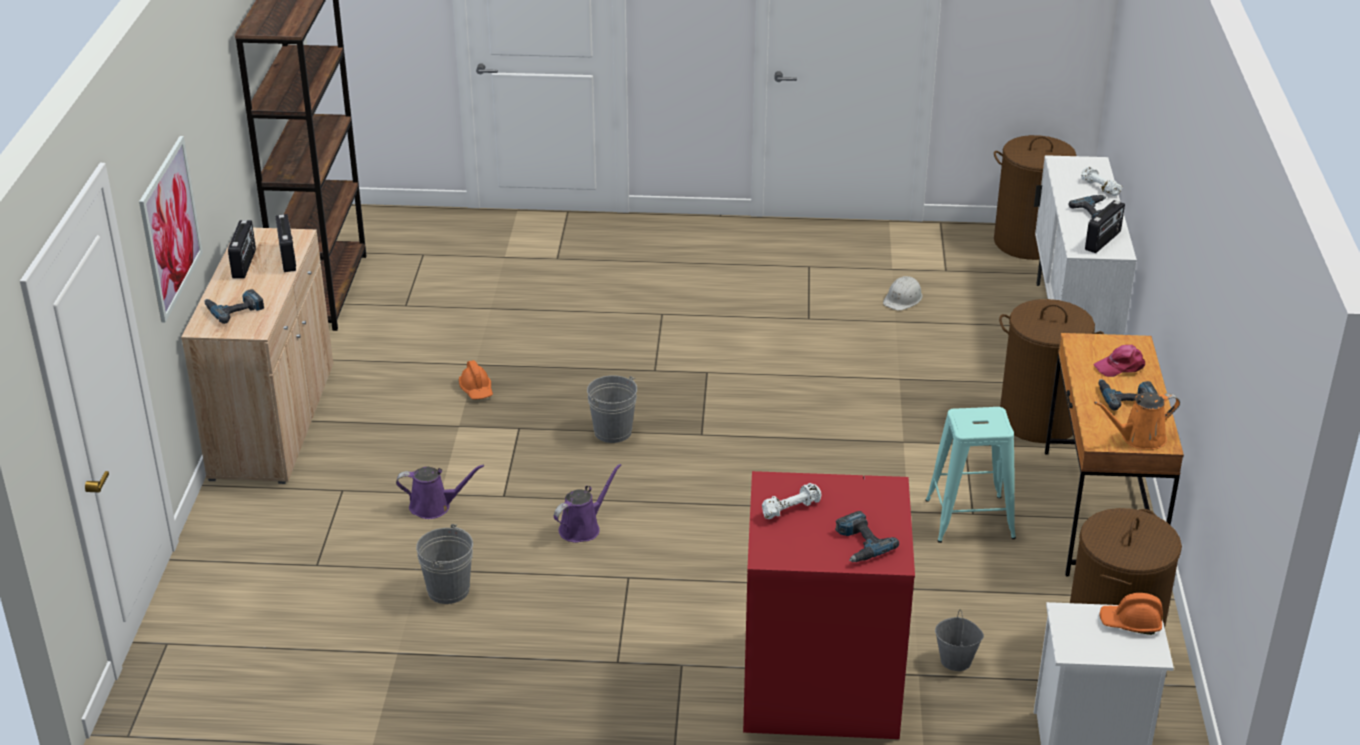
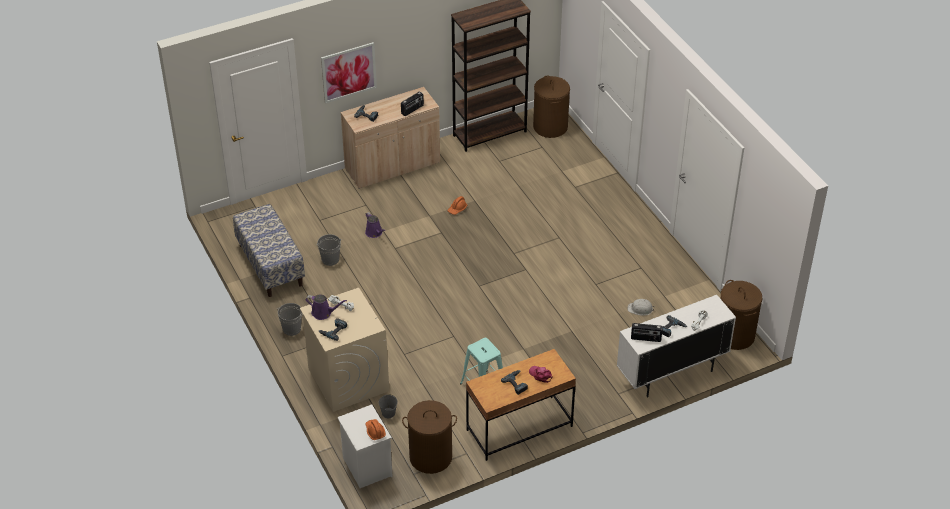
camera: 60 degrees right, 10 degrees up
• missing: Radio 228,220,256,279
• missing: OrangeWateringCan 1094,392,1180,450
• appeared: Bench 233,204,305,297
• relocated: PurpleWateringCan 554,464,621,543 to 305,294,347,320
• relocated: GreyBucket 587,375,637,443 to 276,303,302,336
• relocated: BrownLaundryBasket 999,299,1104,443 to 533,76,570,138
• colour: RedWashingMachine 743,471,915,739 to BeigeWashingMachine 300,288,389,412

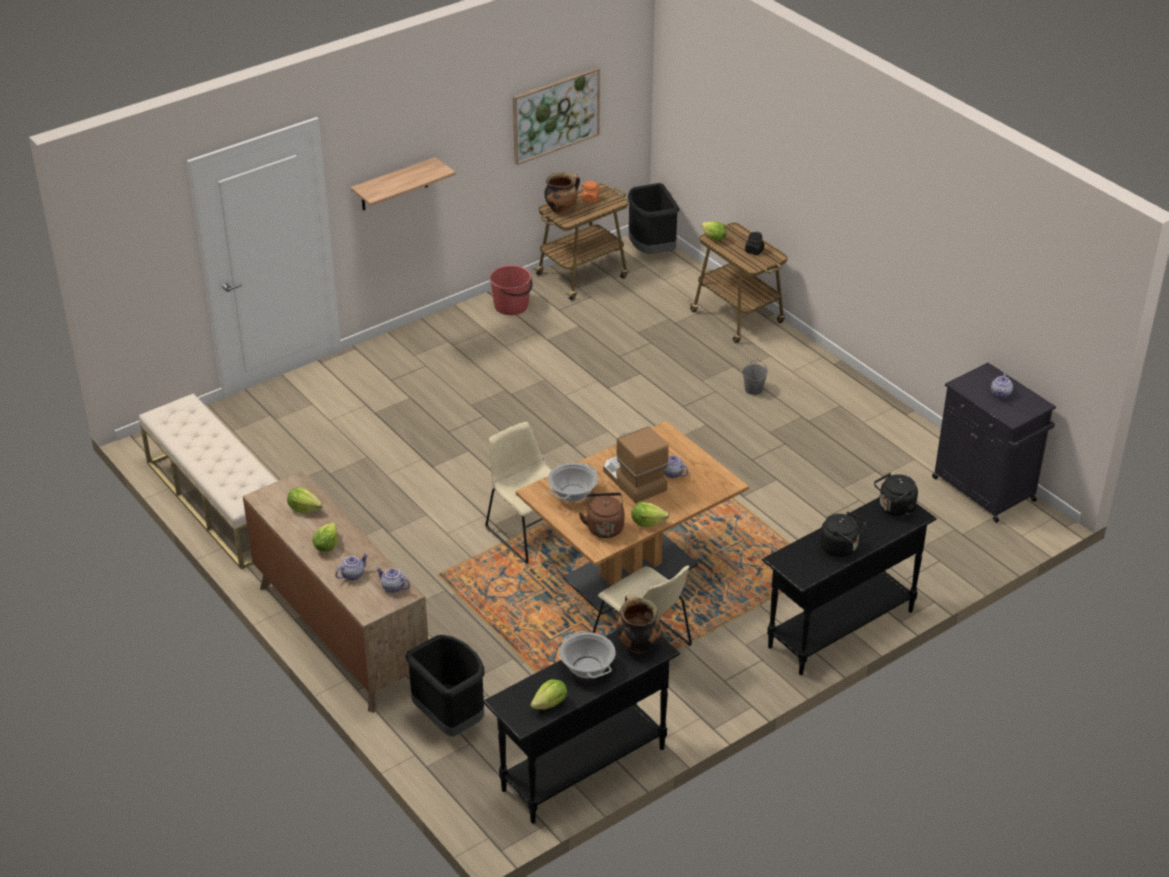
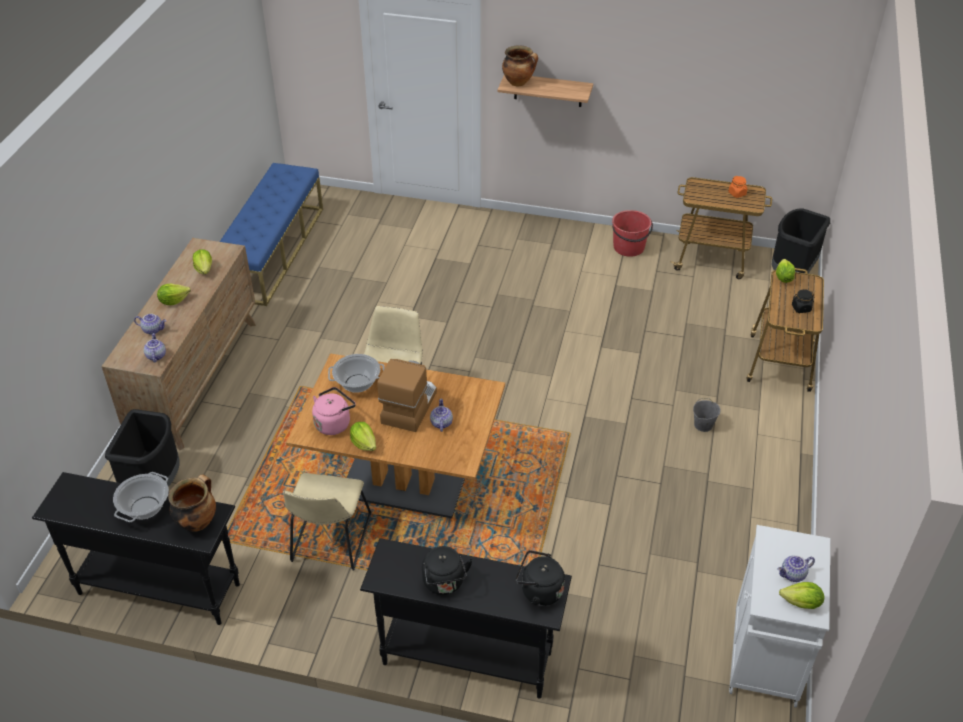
camera: 50 degrees right, 5 degrees up
• missing: Picture 513,67,600,165
• relocated: Lettuce 530,679,567,709 to 779,582,824,609
• relocated: CookingPot 544,172,580,214 to 502,45,538,86
• colour: BeigeBench 139,393,277,570 to BlueBench 220,163,323,306
• colour: BrownKettle 579,493,625,538 to PinkKettle 312,387,356,435
• colour: BlackCabinet 932,362,1056,523 to WhiteCabinet 729,525,830,708

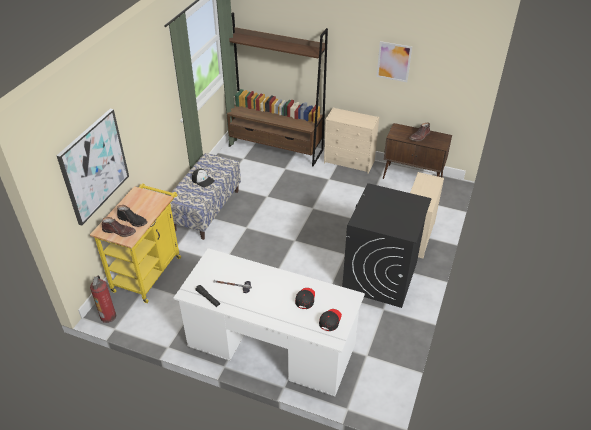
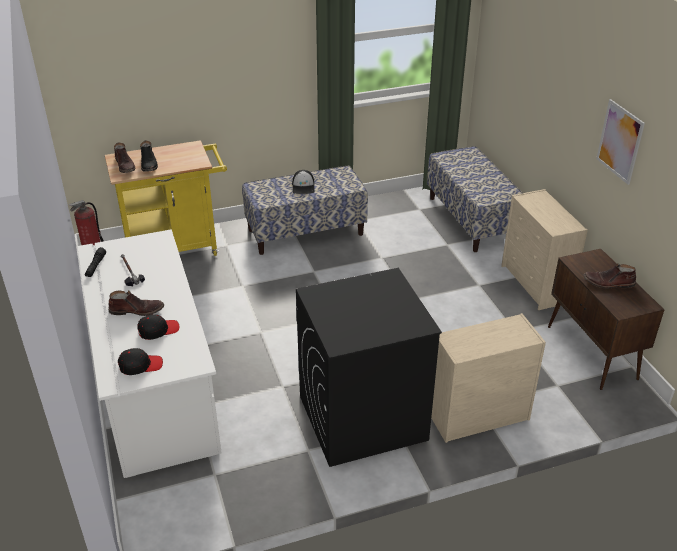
camera: 50 degrees right, 5 degrees down
• missing: Picture 56,108,129,226
• appeared: BrownBoot 109,291,164,316
• exchanged: BrownBookcase 227,12,328,167 to Bench 427,146,523,252

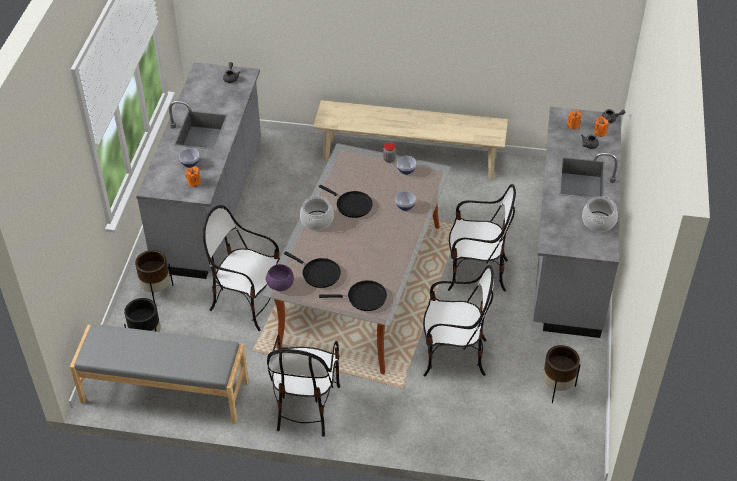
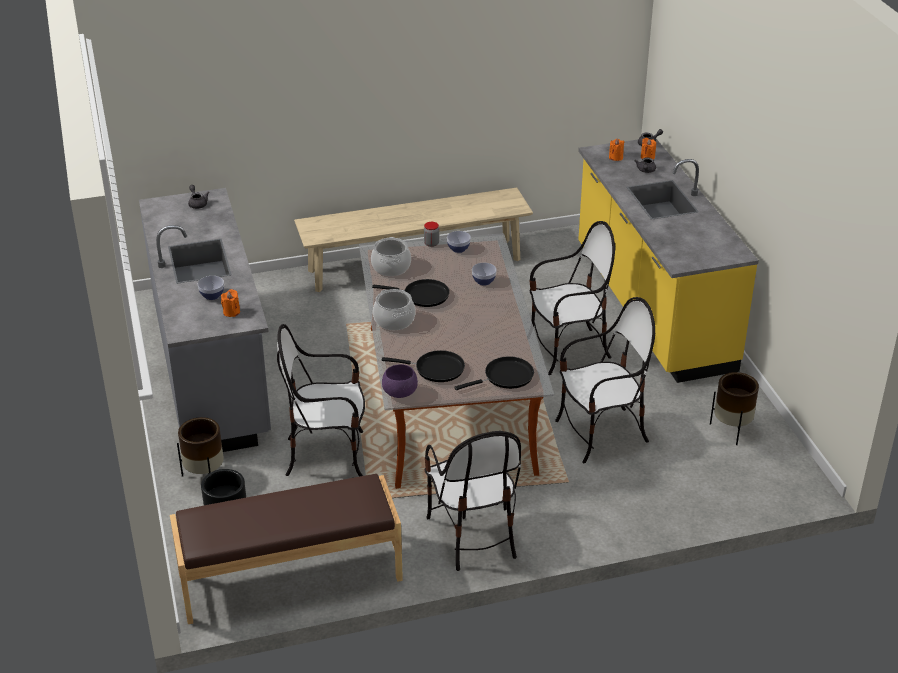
camera: 25 degrees left, 10 degrees down
• relocated: CookingPot 582,196,618,232 to 371,237,411,276
• colour: GreyBench 70,324,248,424 to BrownBench 170,474,403,624
• colour: GreyCounter 533,107,621,338 to YellowCounter 578,139,759,383

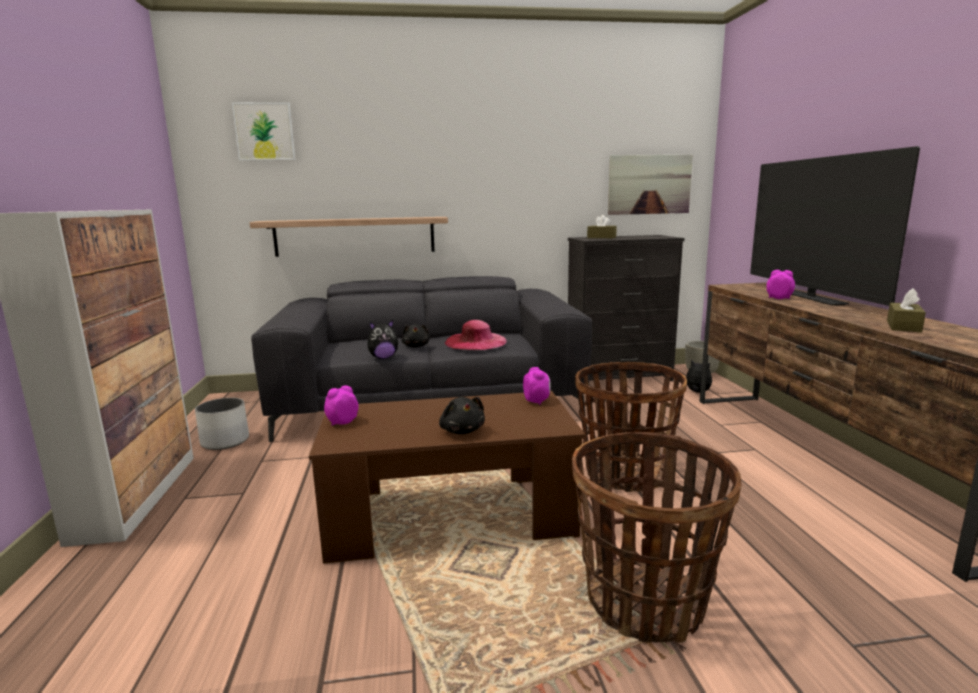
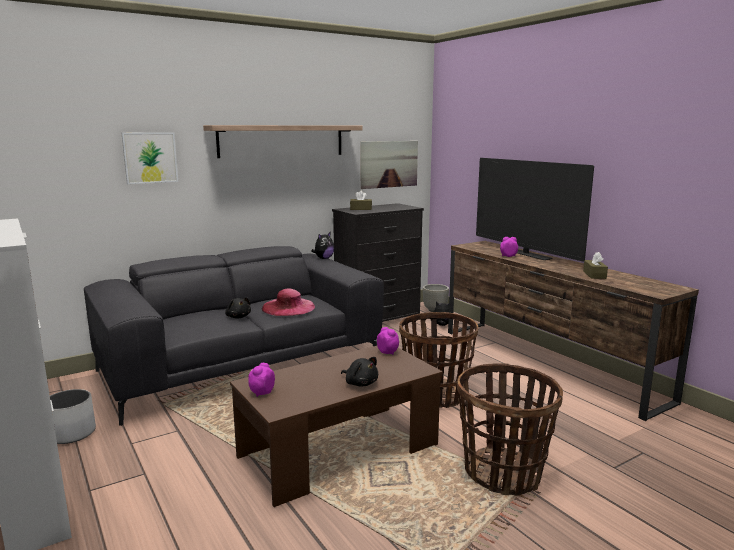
camera: 25 degrees left, 0 degrees up
• relocated: Picture 232,102,296,161 to 122,132,178,184
• relocated: Shelf 250,217,448,257 to 203,125,363,158
• relocated: PlushToy 367,320,399,359 to 311,232,334,259

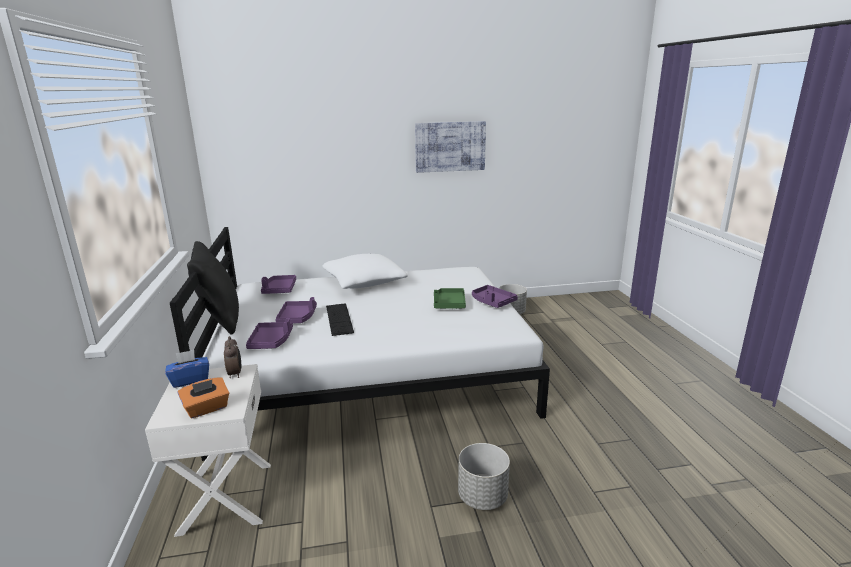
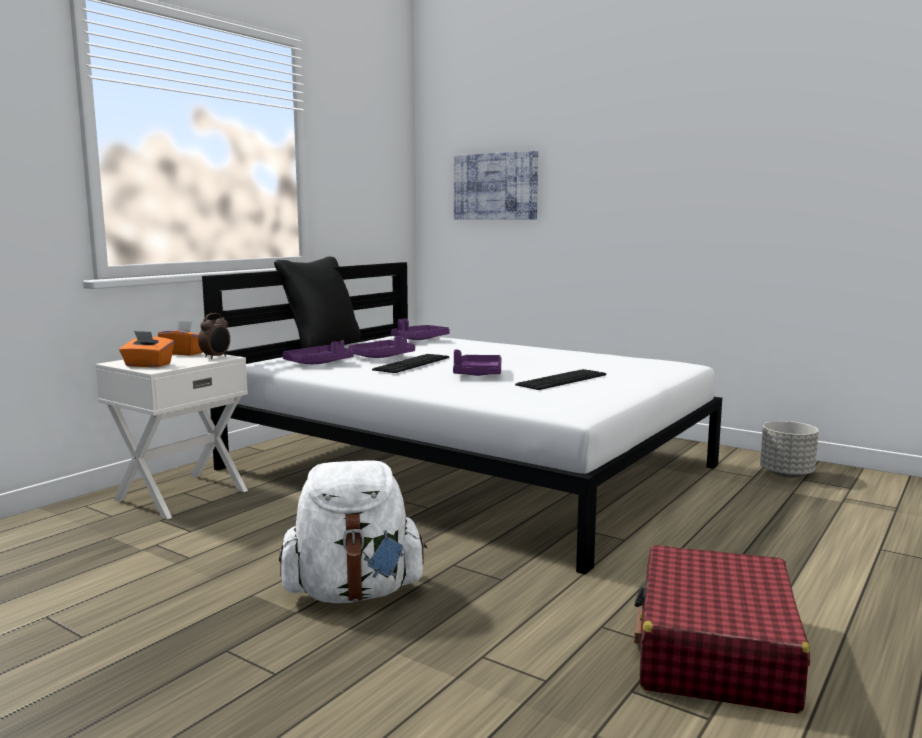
camera: 45 degrees right, 10 degrees down
• missing: WhitePillow 322,254,408,289
• appeared: RedSuitcase 634,545,810,714
• relocated: Picture 415,121,486,173 to 454,151,538,220
• relocated: PurpleTray 472,285,518,308 to 453,350,501,376
• exchanged: GreenTray 434,288,466,309 to Keyboard 515,369,606,390
• exchanged: GreyPlanter 458,443,510,510 to WhiteBackpack 279,460,427,603
• colour: BlueTissueBox 165,350,209,388 to OrangeTissueBox 158,321,203,356

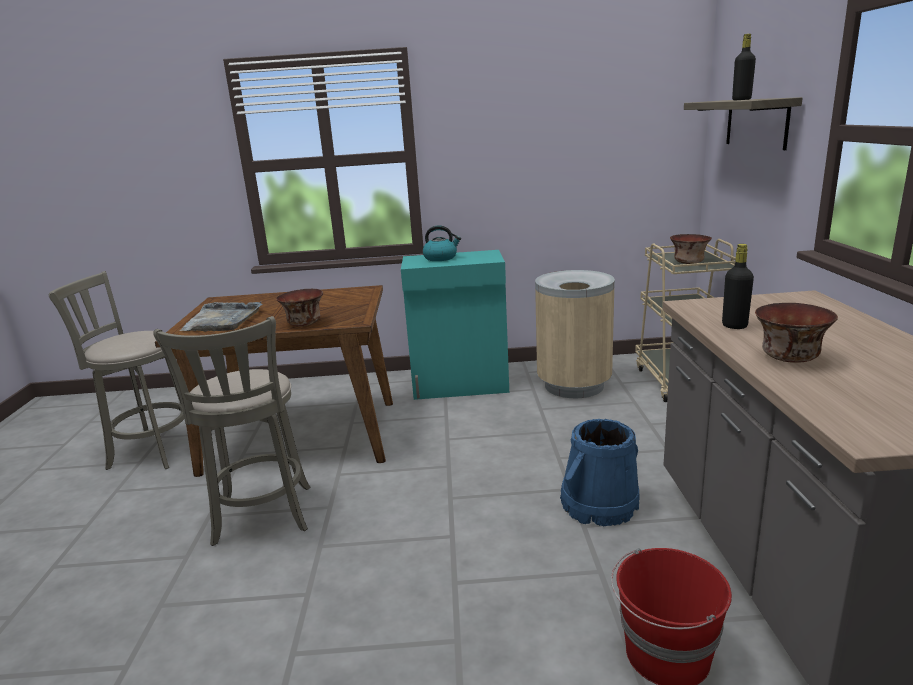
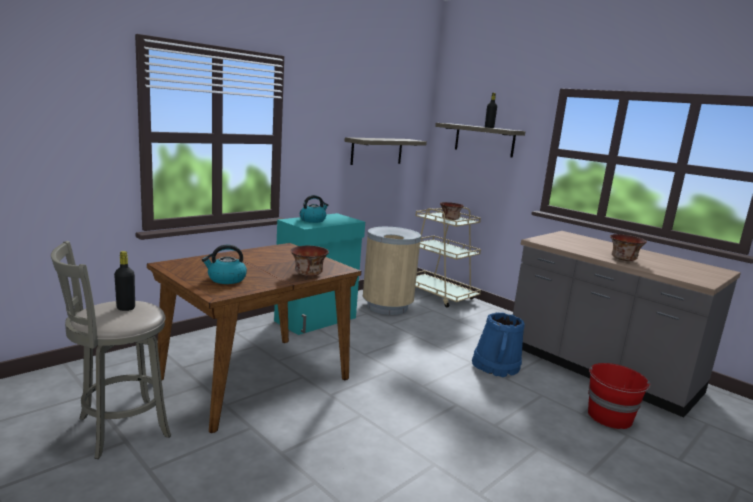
camera: 45 degrees left, 5 degrees down
• missing: GreyStool 153,316,311,546
• appeared: Shelf 344,137,427,165
• relocated: BlackBottle 722,244,754,329 to 114,251,135,311
• exchanged: GreyTray 179,302,262,332 to Kettle 202,244,247,284

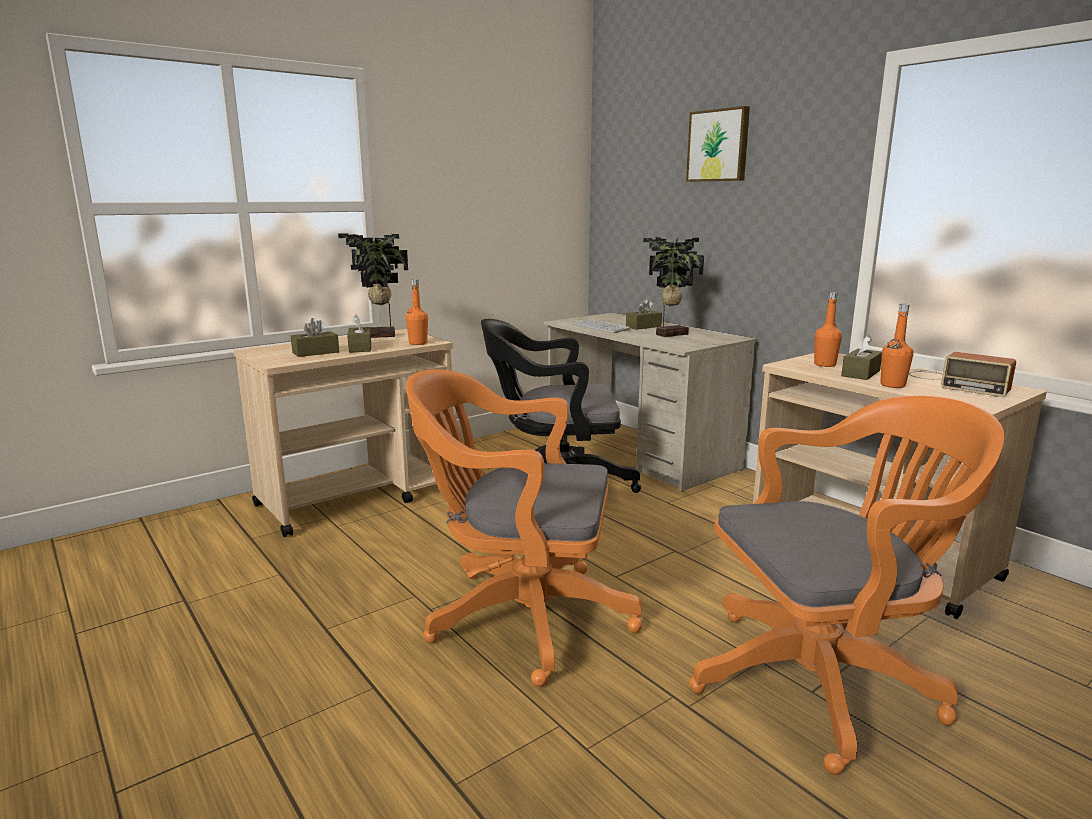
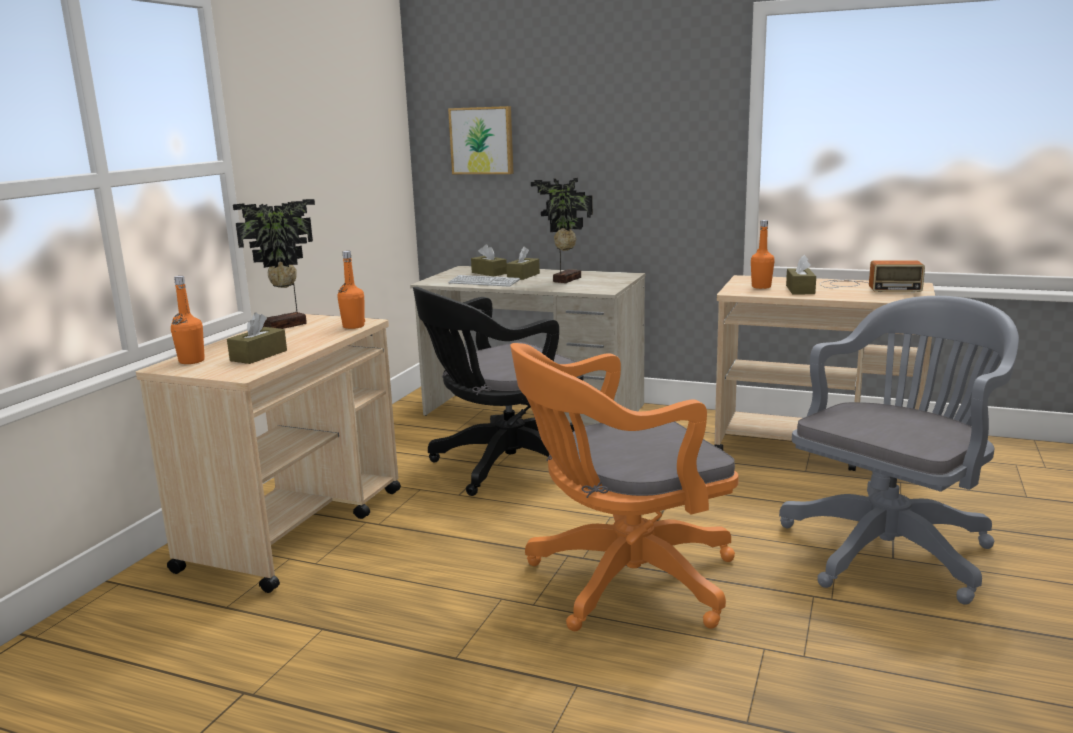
camera: 30 degrees left, 0 degrees up
• relocated: BrownTissueBox 347,314,371,353 to 471,244,507,277
• relocated: Picture 686,106,750,182 to 448,106,514,174
• relocated: OrangeBottle 880,304,914,388 to 171,276,205,364
• colour: OrangeOfficeChair 689,396,1005,775 to GreyOfficeChair 779,296,1019,605

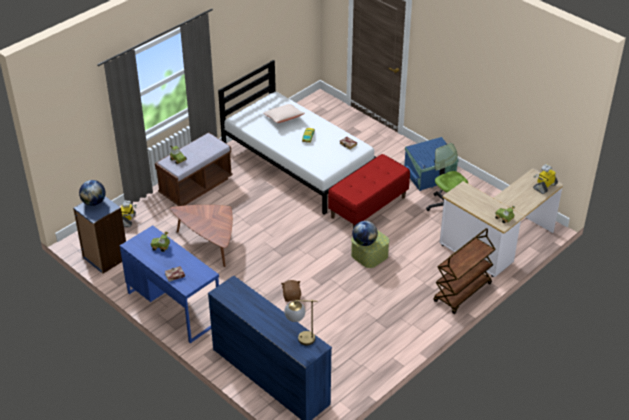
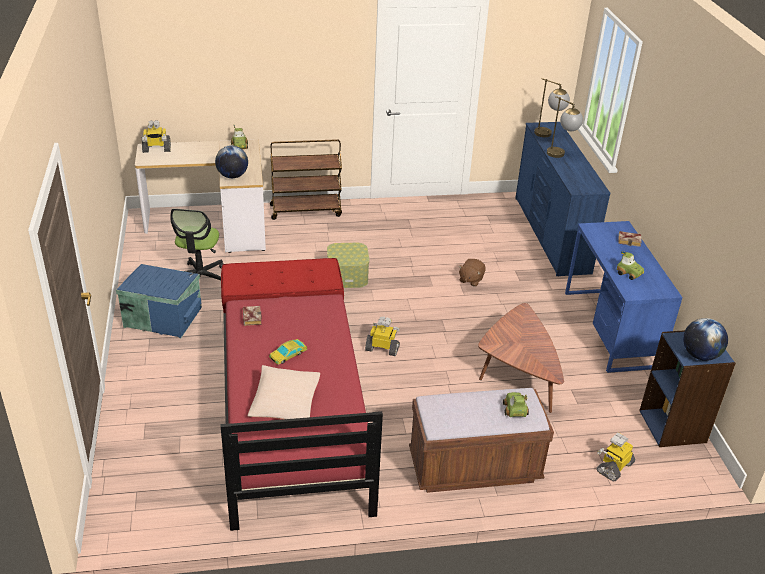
camera: 145 degrees left, 5 degrees down
• appeared: ToyRobot 365,317,400,356
• appeared: TableLamp 547,96,583,158
• relocated: Globe 352,221,378,246 to 215,145,248,178
• colour: WhiteBed 218,60,376,215 to RedBed 221,294,383,531

